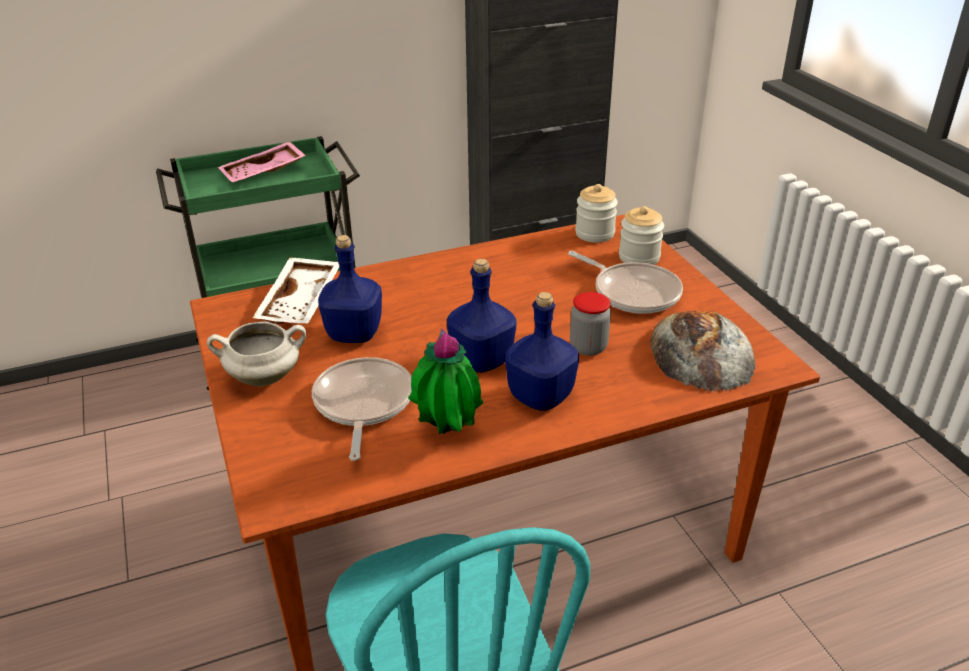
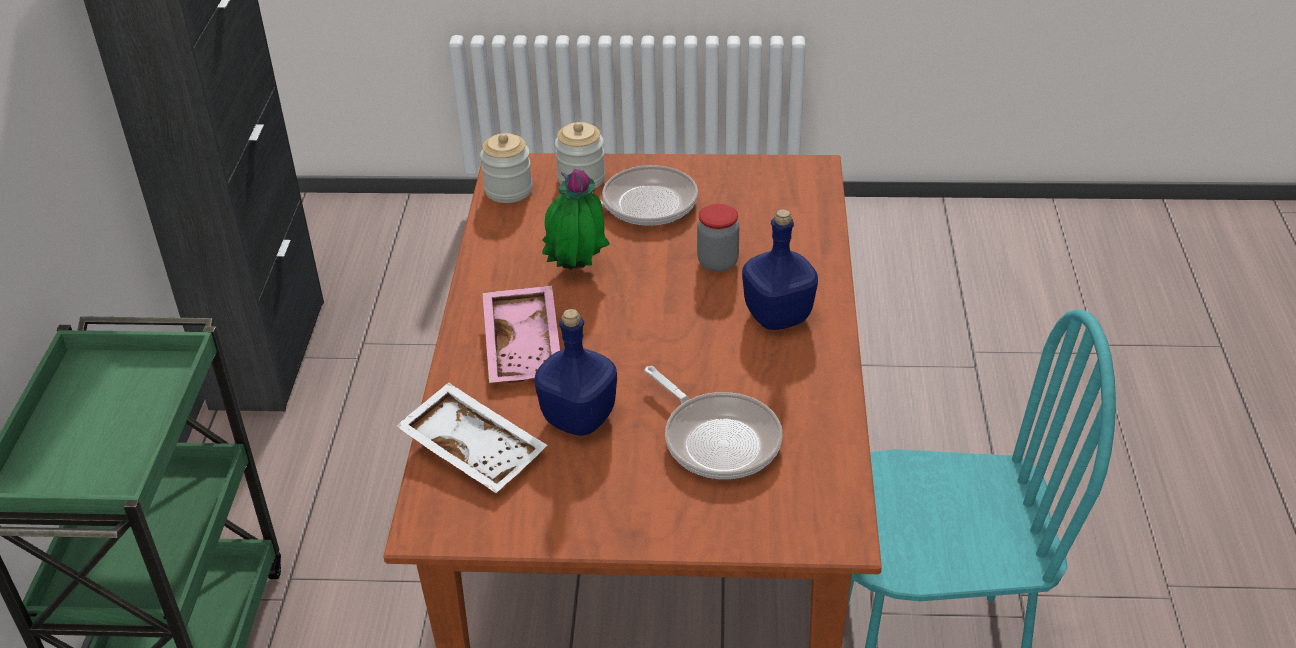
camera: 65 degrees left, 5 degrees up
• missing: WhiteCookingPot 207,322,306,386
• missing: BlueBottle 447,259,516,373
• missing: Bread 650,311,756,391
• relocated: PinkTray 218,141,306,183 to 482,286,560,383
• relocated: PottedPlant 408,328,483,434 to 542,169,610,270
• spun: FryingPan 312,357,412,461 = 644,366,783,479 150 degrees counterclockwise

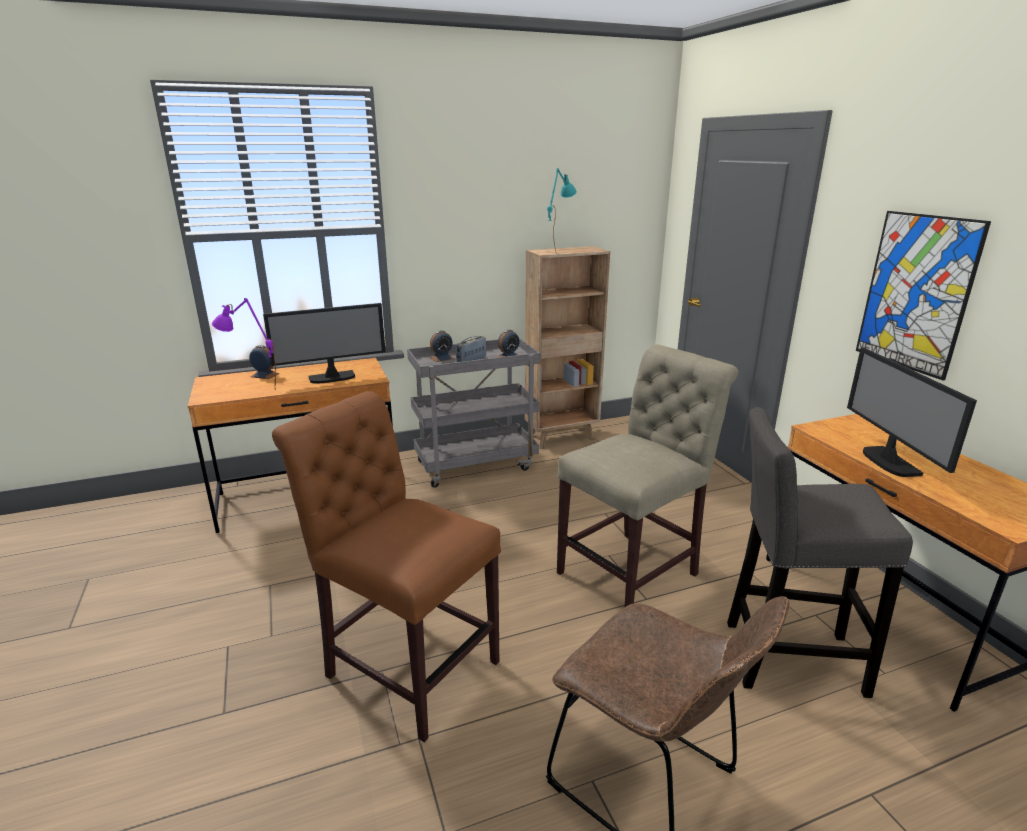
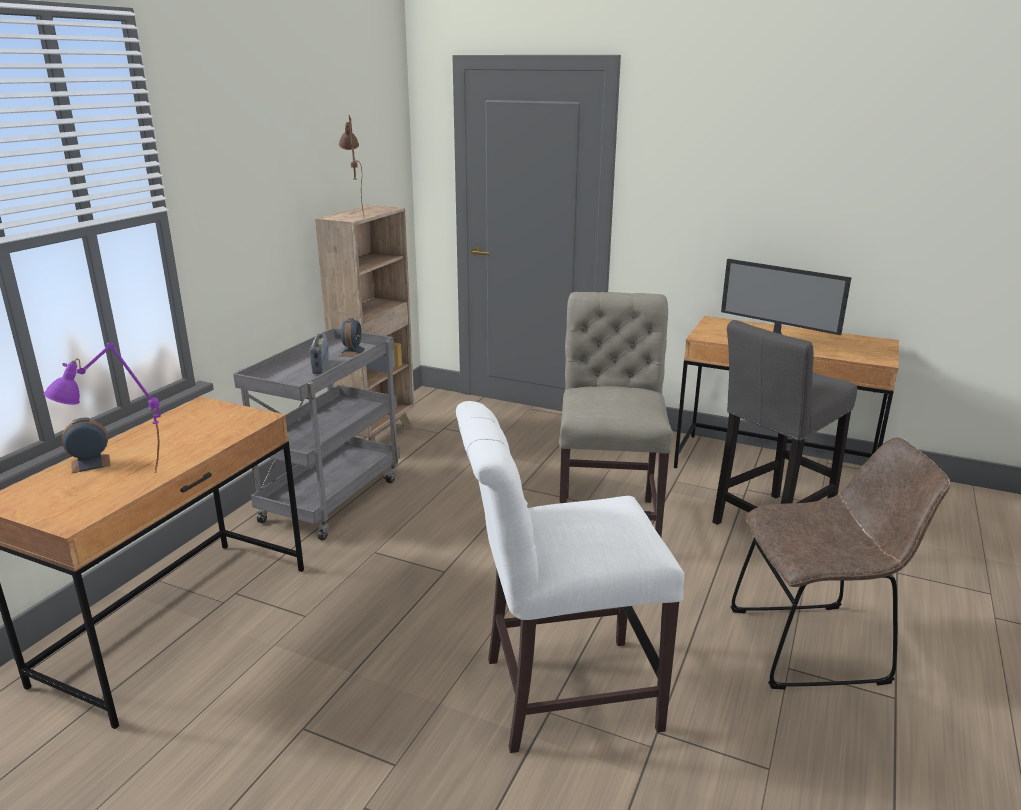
camera: 45 degrees left, 0 degrees up
• missing: Monitor 263,303,386,384
• missing: AlarmClock 430,331,454,362
• missing: Picture 856,211,991,380
• colour: BrownChair 272,391,501,742 to WhiteChair 456,401,685,753
• colour: TurquoiseTableLamp 547,168,577,254 to BrownTableLamp 339,115,364,216

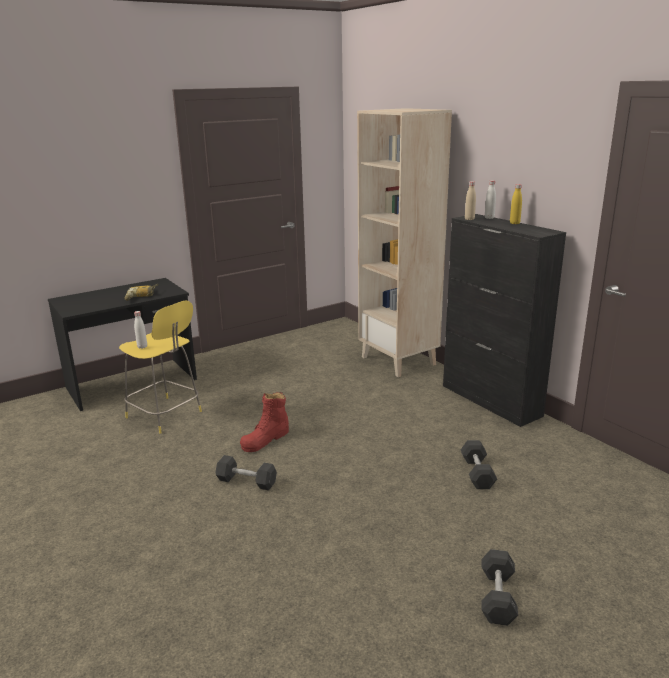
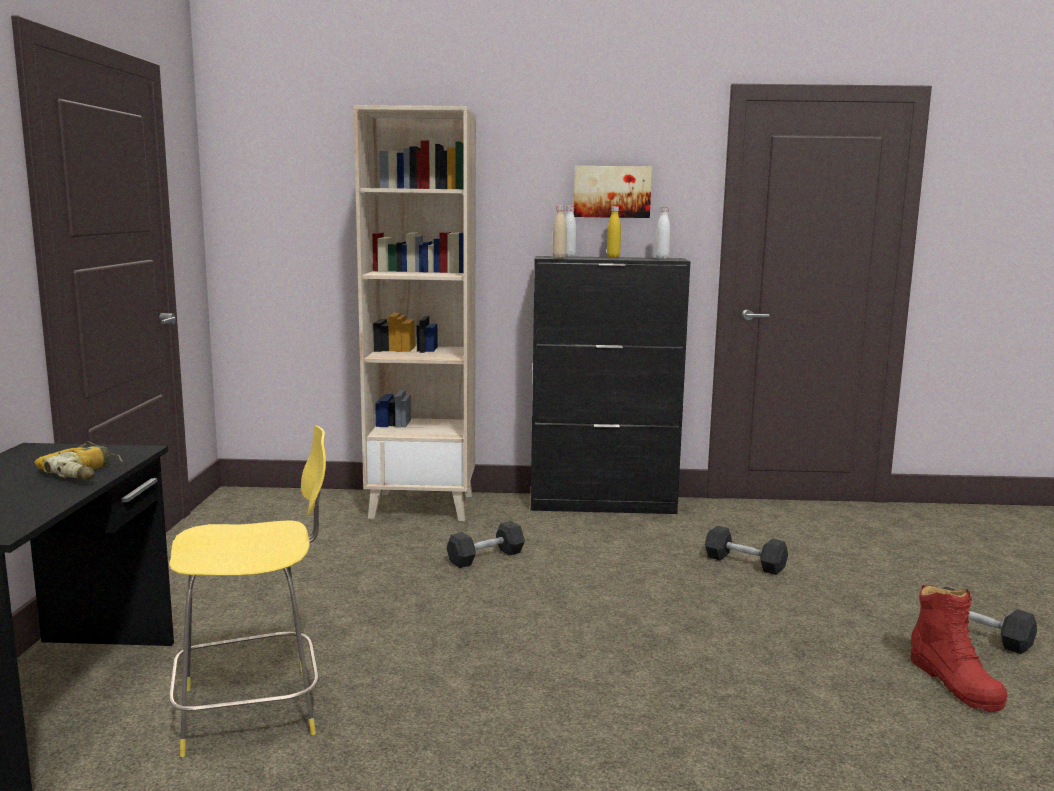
camera: 55 degrees left, 10 degrees down
• appeared: Picture 574,166,652,218
• relocated: WhiteBottle 134,311,147,349 to 656,207,670,259
• relocated: GreyDumbbell 216,455,277,490 to 447,521,525,568
• relocated: RedBoot 240,392,289,452 to 910,585,1008,712

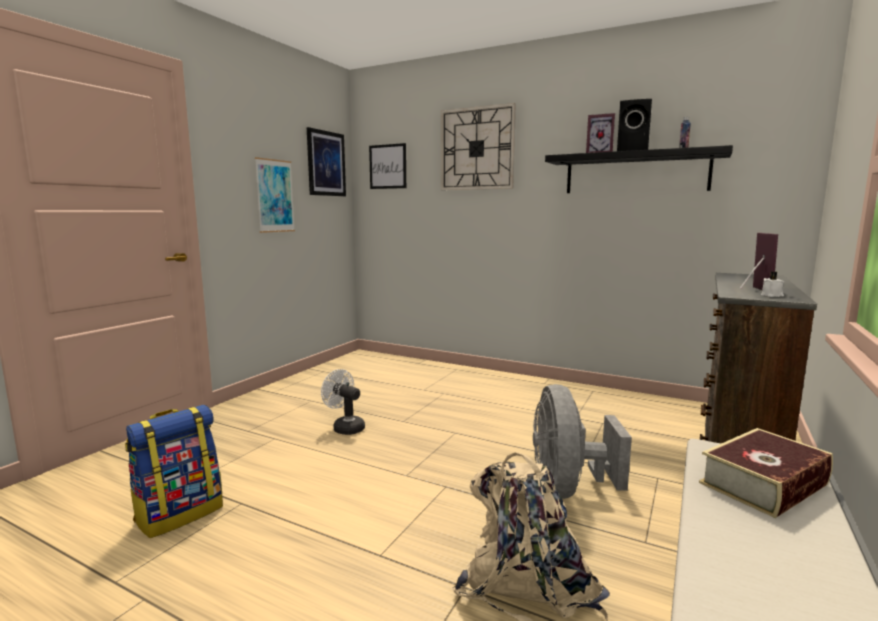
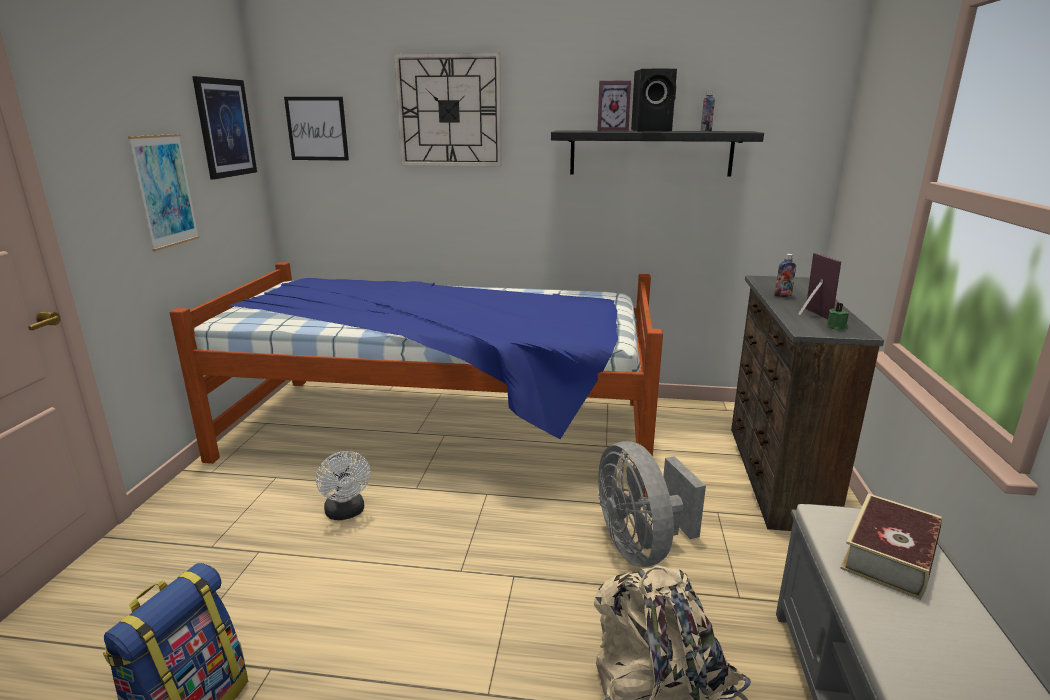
camera: 20 degrees left, 10 degrees up
• appeared: Bed 170,262,663,497
• appeared: Bottle 775,254,796,297
• colour: WhiteCandle 761,272,784,297 to GreenCandle 827,303,849,330
• spun: WhiteFan 321,369,365,435 = 316,451,371,520 135 degrees counterclockwise

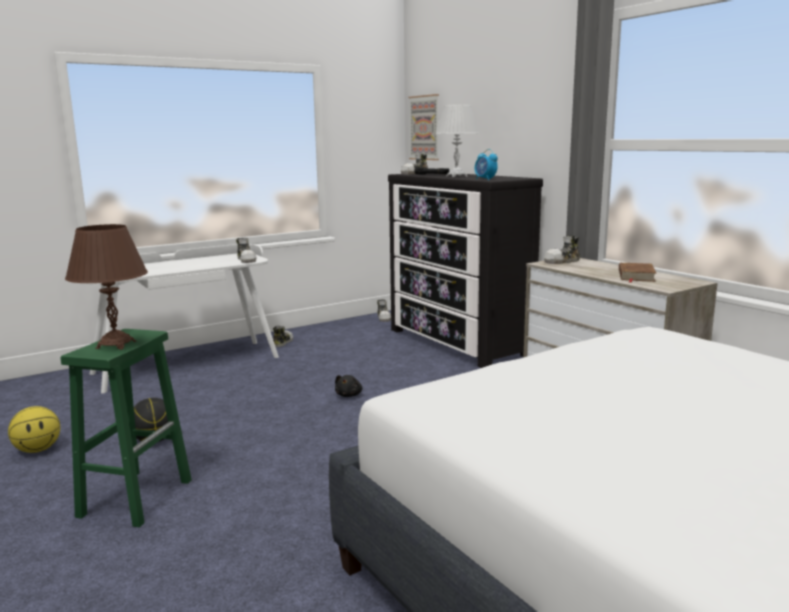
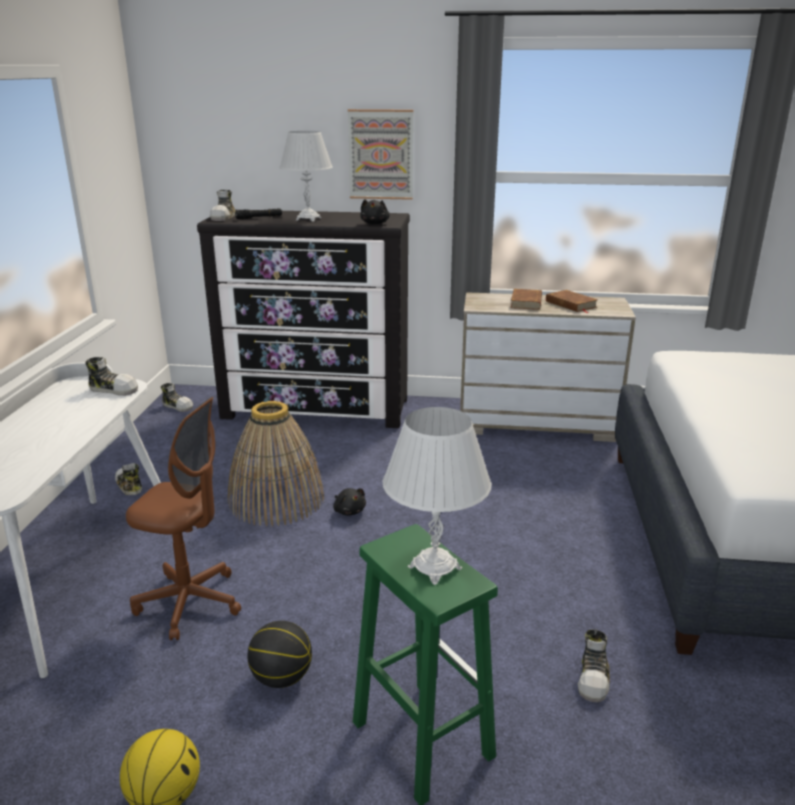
camera: 50 degrees left, 10 degrees up
• appeared: BrownOfficeChair 126,397,241,640
• appeared: Basket 228,401,324,527
• appeared: BrownBook 511,289,542,310
• relocated: Picture 409,94,439,160 to 348,109,413,200
• relocated: Shoe 544,236,580,264 to 578,630,610,702
• exchanged: AlarmClock 475,149,498,180 to BlackPlushToy 360,199,390,224
• colour: BrownTableLamp 65,224,148,350 to WhiteTableLamp 383,407,492,585

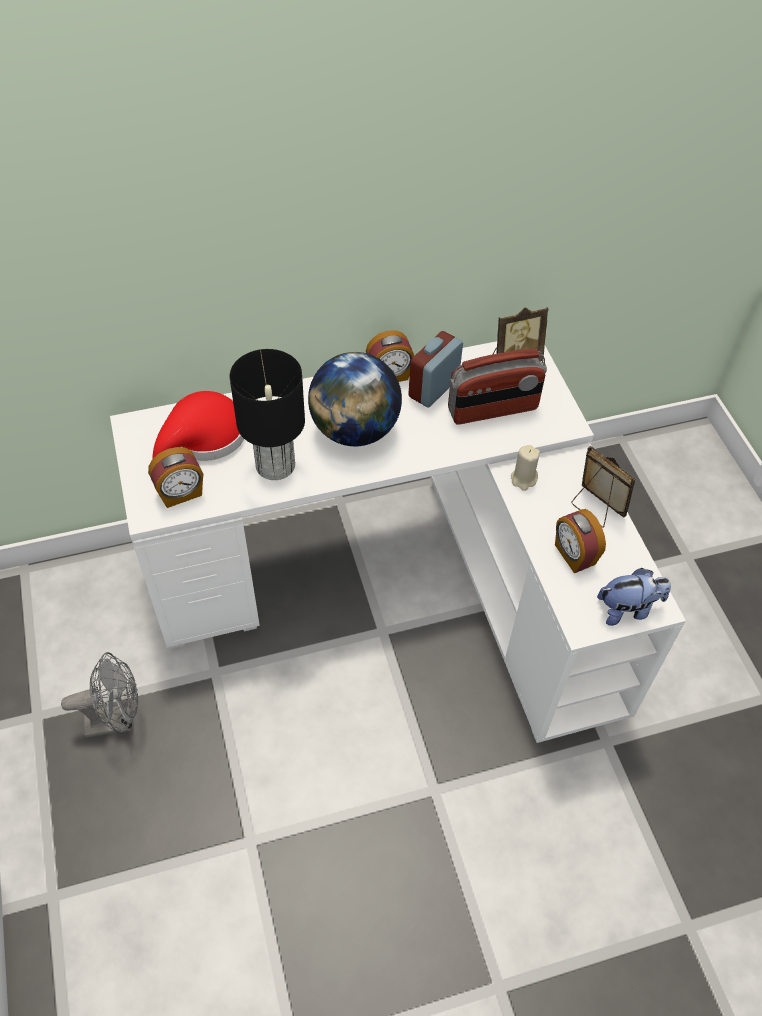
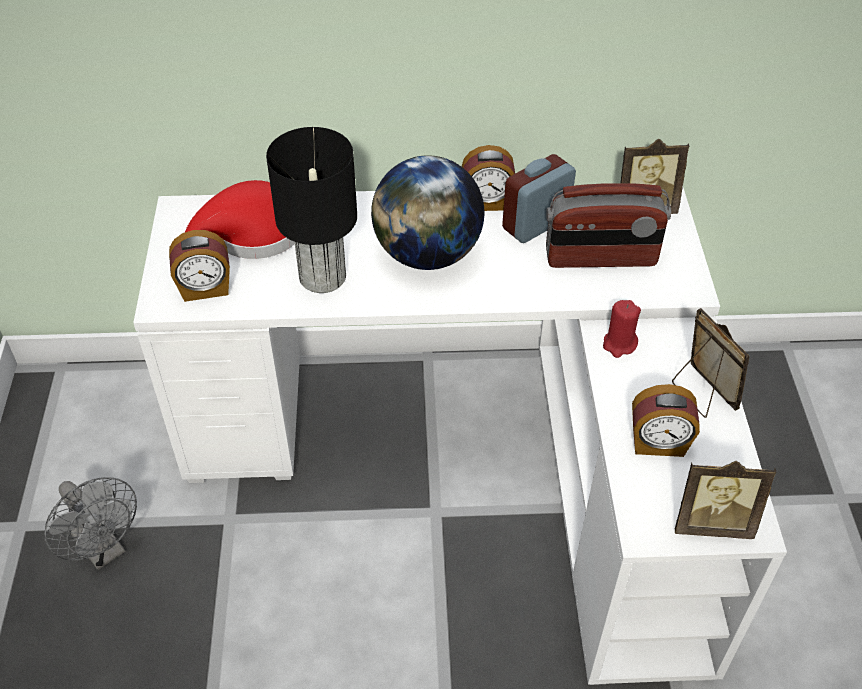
camera: 15 degrees right, 5 degrees down
• exchanged: PlushToy 597,568,671,626 to PictureFrame 675,461,776,539
• colour: BeigeCandle 511,445,540,491 to RedCandle 603,300,641,358
• spun: GreyFan 61,652,138,738 = 45,477,137,570 45 degrees clockwise
• spun: AlarmClock 555,509,606,573 = 632,384,700,457 75 degrees counterclockwise

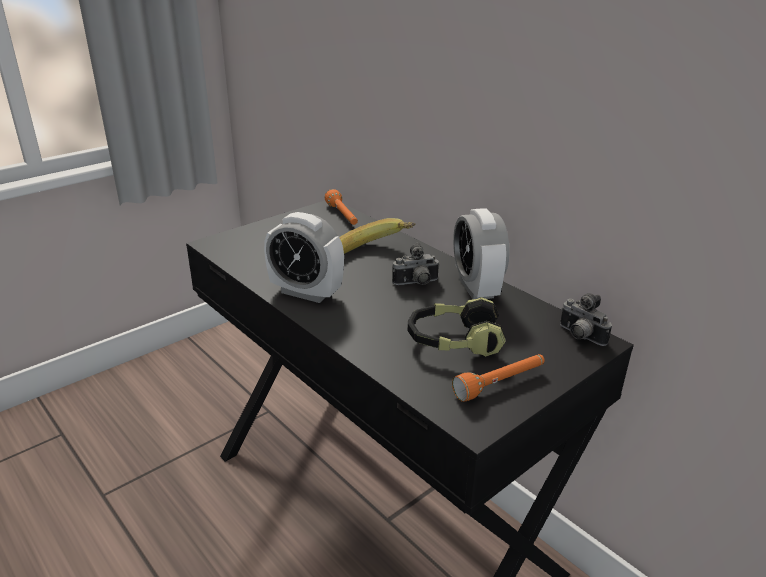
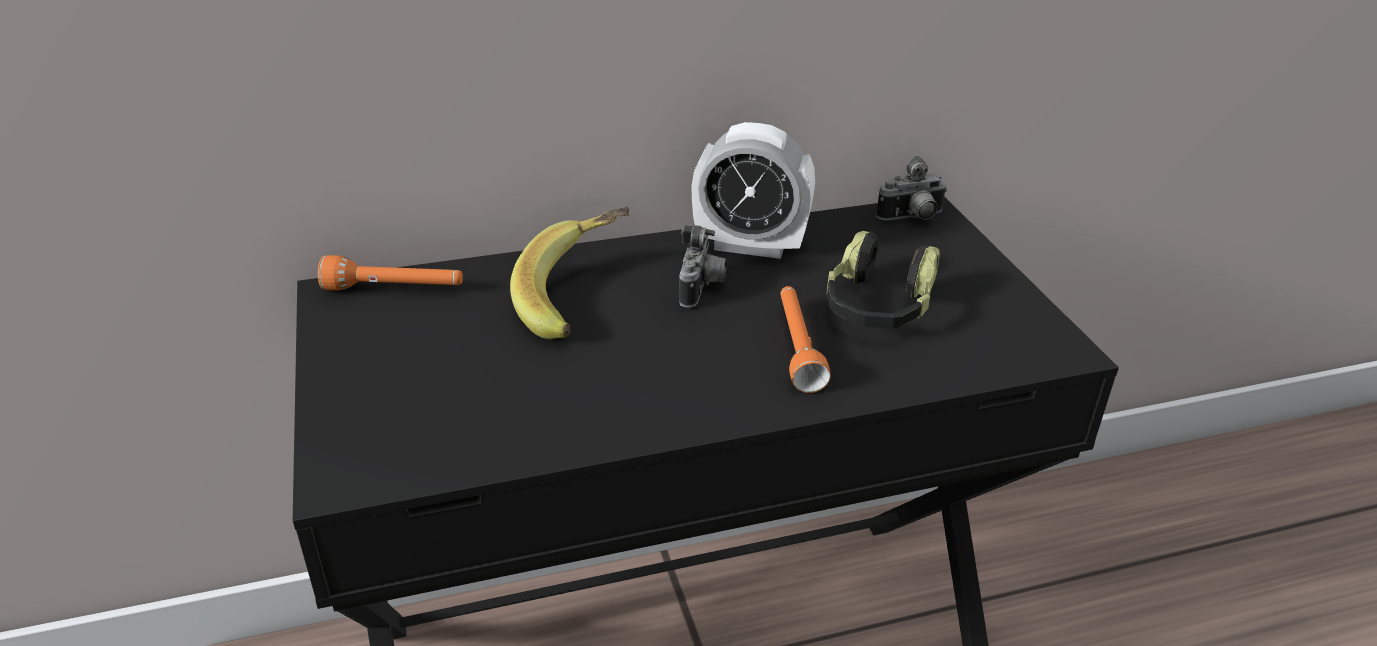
camera: 65 degrees left, 5 degrees up
• missing: AlarmClock 264,212,344,303
• relocated: OrangeFlashlight 452,354,545,402 to 780,286,831,393

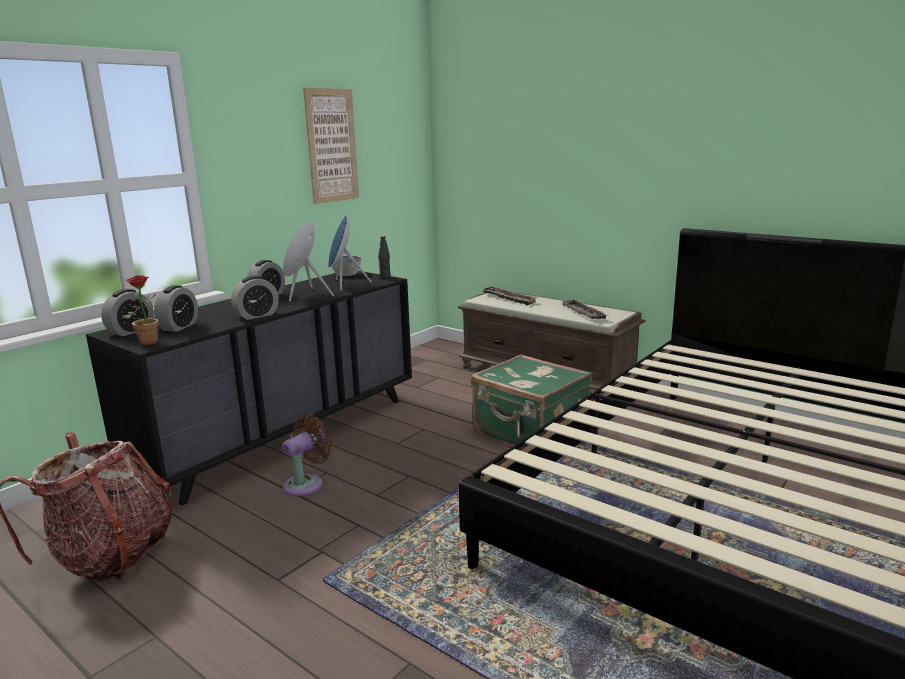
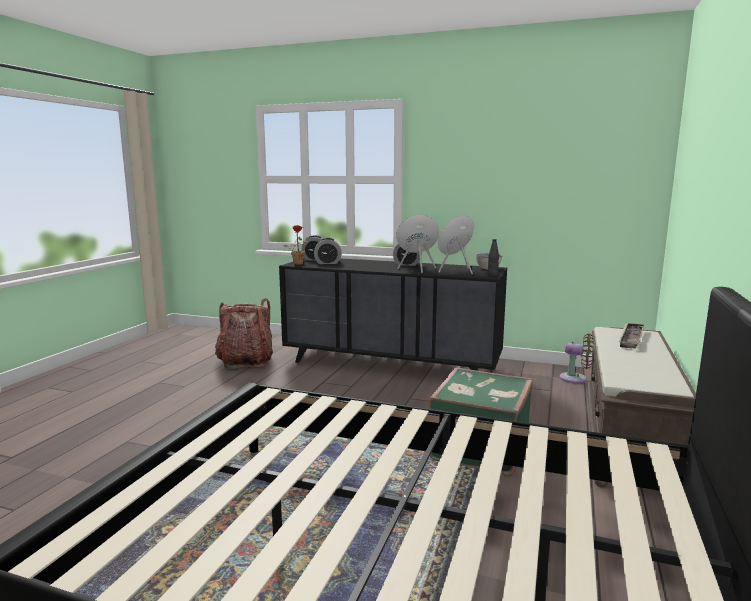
camera: 70 degrees right, 5 degrees down
• missing: AlarmClock 231,276,279,320
• missing: Picture 303,88,359,204
• missing: Tray 562,298,609,319
• relocated: BrownFan 282,413,332,496 to 560,333,594,383

